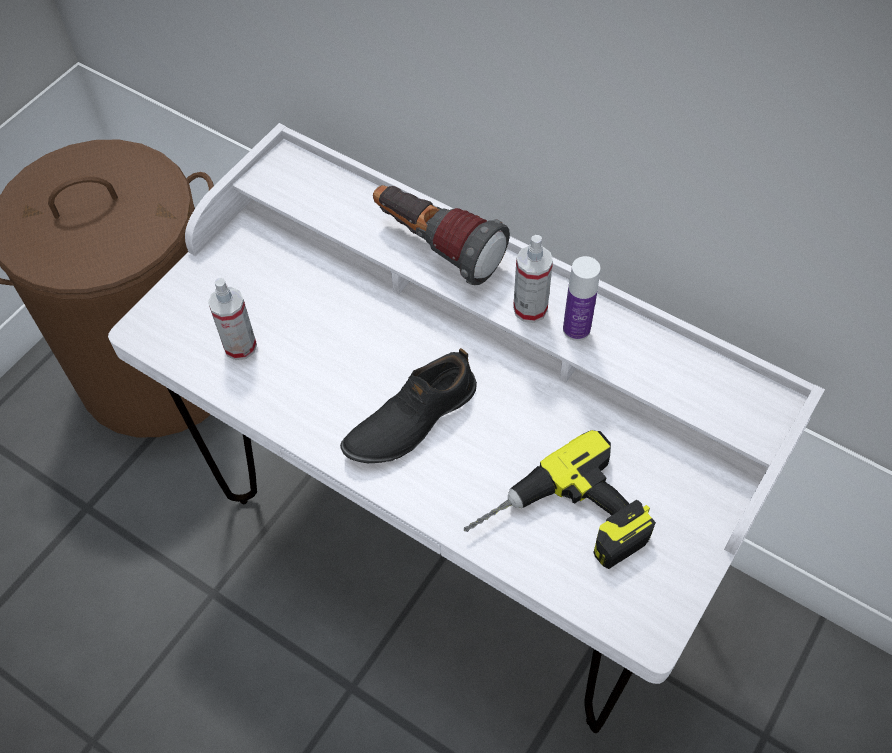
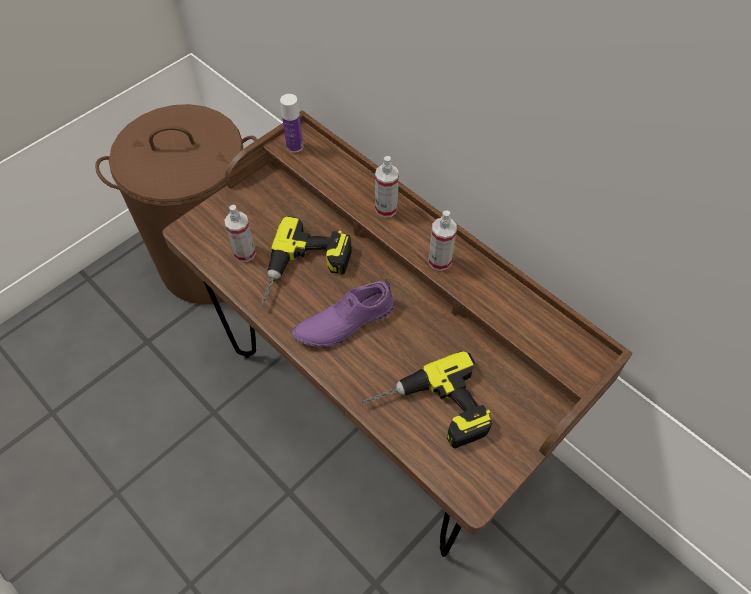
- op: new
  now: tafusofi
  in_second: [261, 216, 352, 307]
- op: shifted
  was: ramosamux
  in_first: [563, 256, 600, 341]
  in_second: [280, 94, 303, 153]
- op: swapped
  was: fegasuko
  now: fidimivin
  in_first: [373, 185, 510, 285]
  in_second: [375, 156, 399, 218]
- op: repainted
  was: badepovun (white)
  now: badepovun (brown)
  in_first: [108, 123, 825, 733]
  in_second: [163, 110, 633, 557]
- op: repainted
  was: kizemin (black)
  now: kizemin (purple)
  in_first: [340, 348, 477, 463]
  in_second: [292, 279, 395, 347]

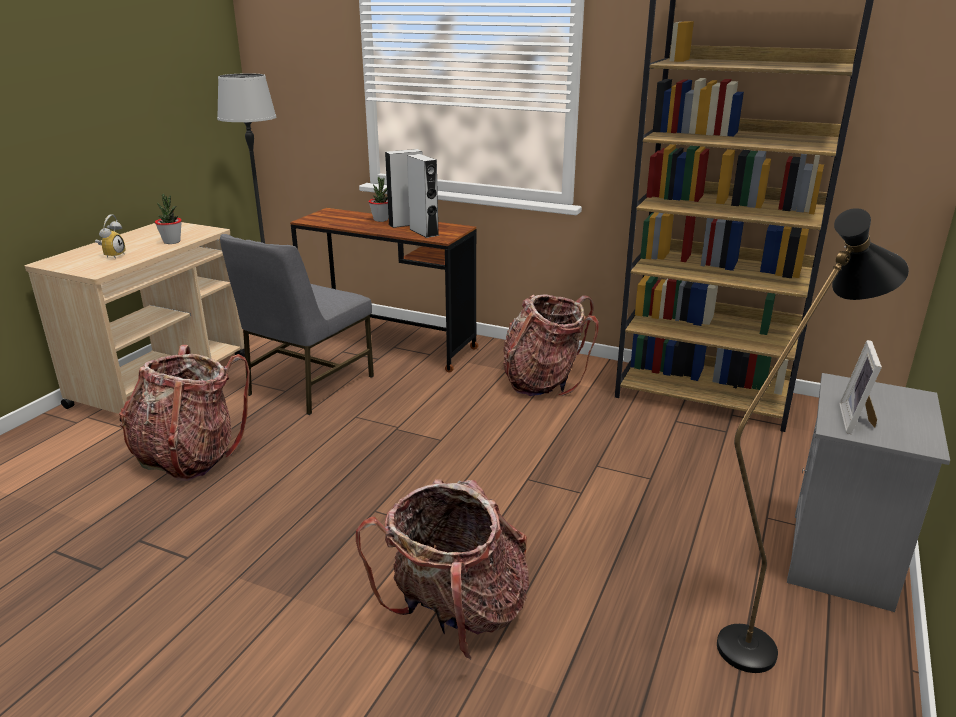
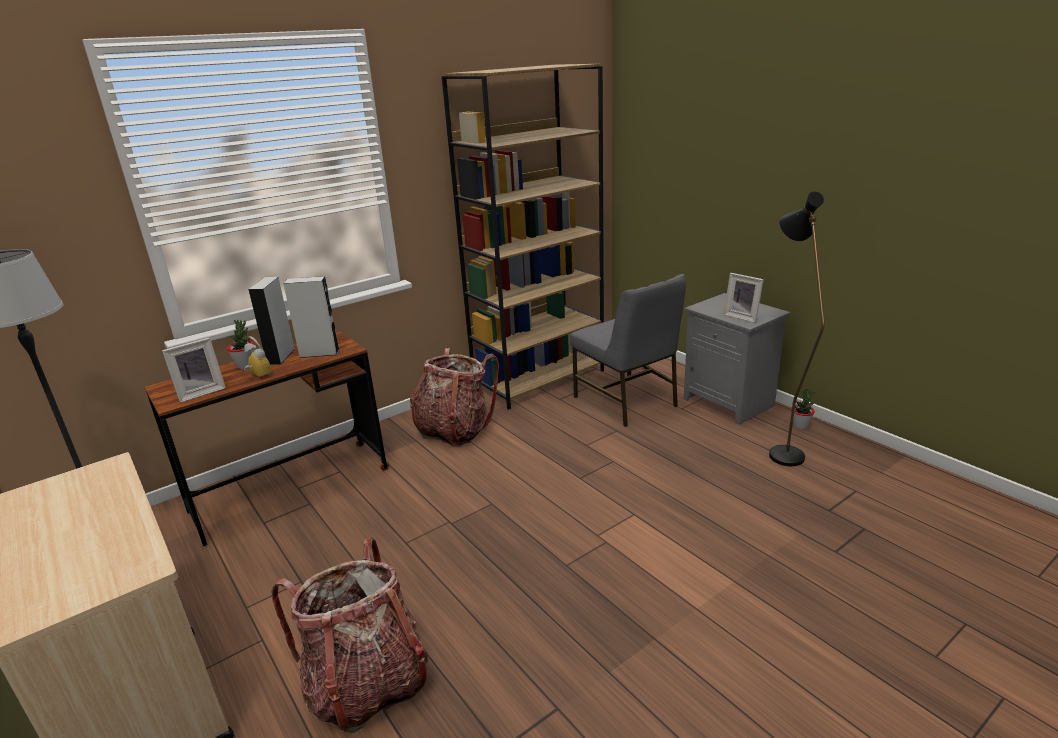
- op: gone
  was: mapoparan
  in_first: [356, 479, 529, 660]
- op: new
  now: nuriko
  in_second: [162, 337, 226, 403]
- op: shifted
  was: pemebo
  in_first: [95, 214, 126, 259]
  in_second: [243, 336, 271, 379]
- op: shifted
  was: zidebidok
  in_first: [155, 194, 182, 244]
  in_second: [791, 388, 817, 429]
- op: shifted
  was: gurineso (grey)
  in_first: [220, 234, 374, 415]
  in_second: [570, 274, 686, 427]

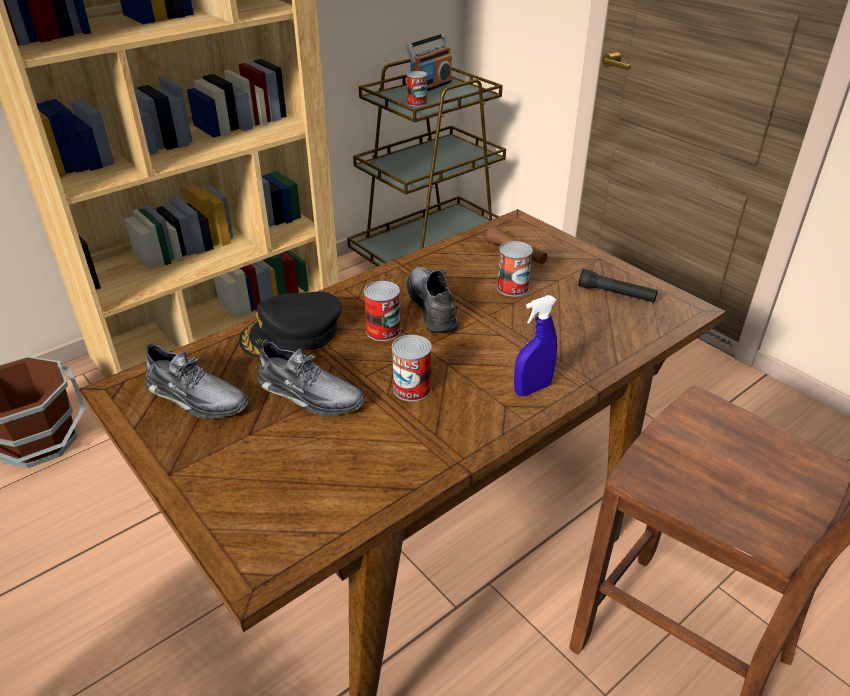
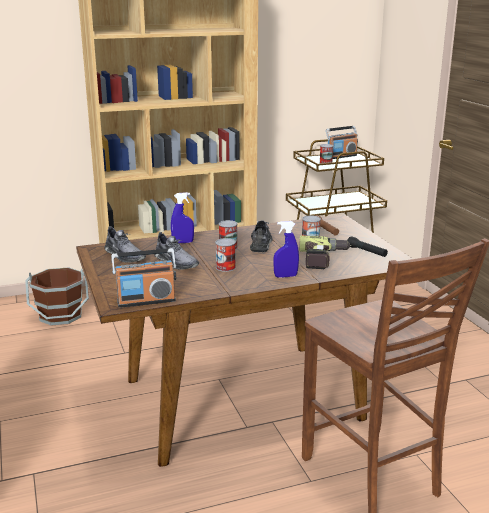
- op: new
  now: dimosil
  in_second: [111, 248, 176, 308]
- op: new
  now: tafusofi
  in_second: [299, 235, 351, 269]
- op: swapped
  was: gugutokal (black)
  now: fidimivin (blue)
  in_first: [239, 292, 342, 358]
  in_second: [171, 192, 194, 243]

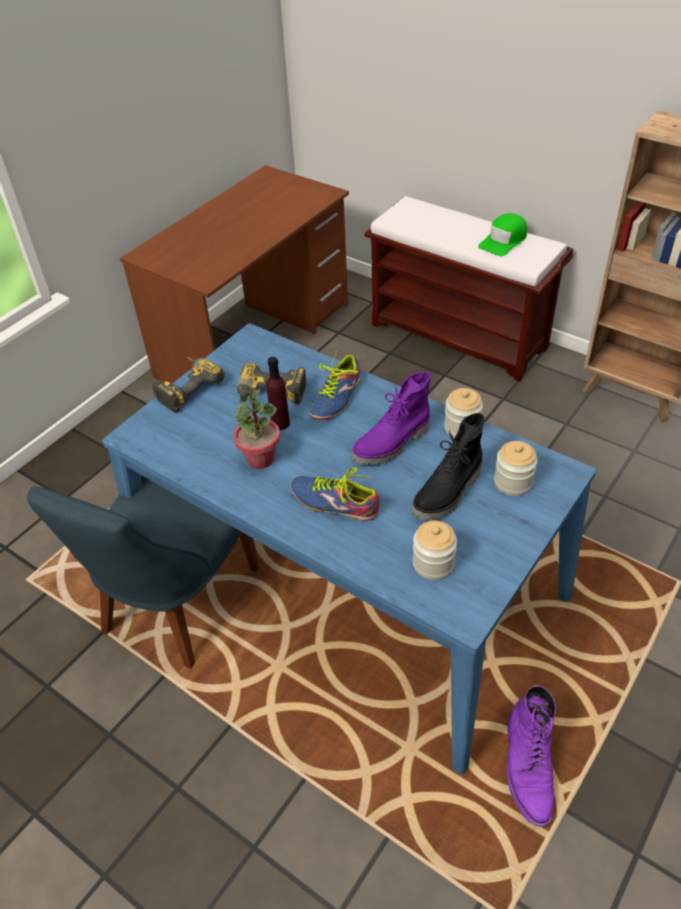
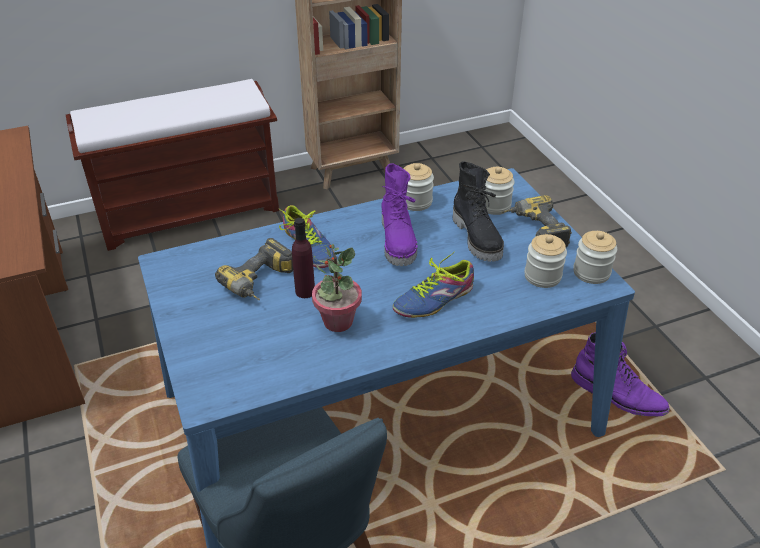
- op: gone
  was: gugutokal (green)
  in_first: [478, 213, 527, 256]
- op: new
  now: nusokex
  in_second: [573, 231, 617, 284]
- op: shifted
  was: tafusofi
  in_first: [152, 357, 225, 413]
  in_second: [501, 195, 572, 248]

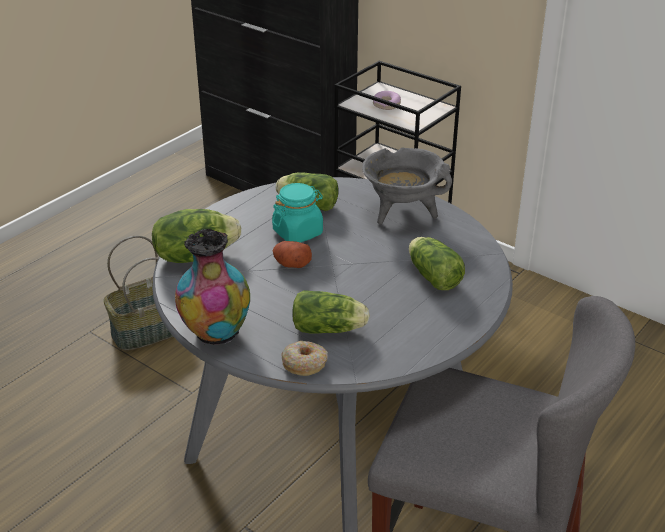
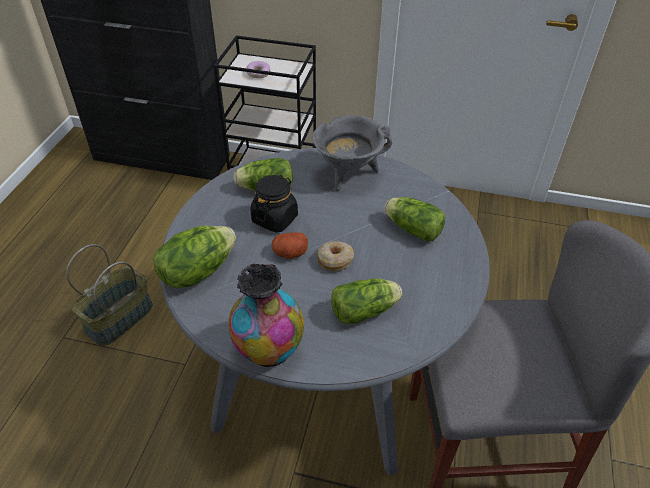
- op: shifted
  was: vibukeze
  in_first: [282, 341, 328, 376]
  in_second: [317, 241, 354, 271]
- op: repainted
  was: nusokex (turquoise)
  now: nusokex (black)
  in_first: [272, 183, 323, 242]
  in_second: [250, 175, 298, 232]

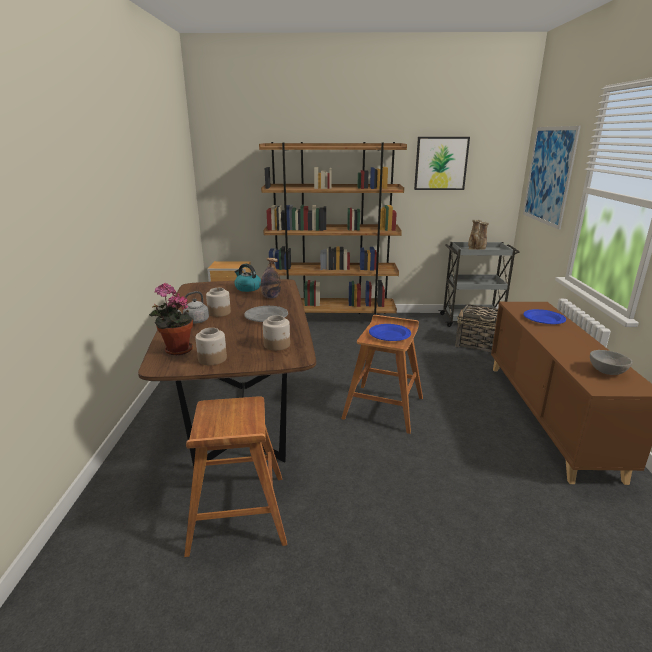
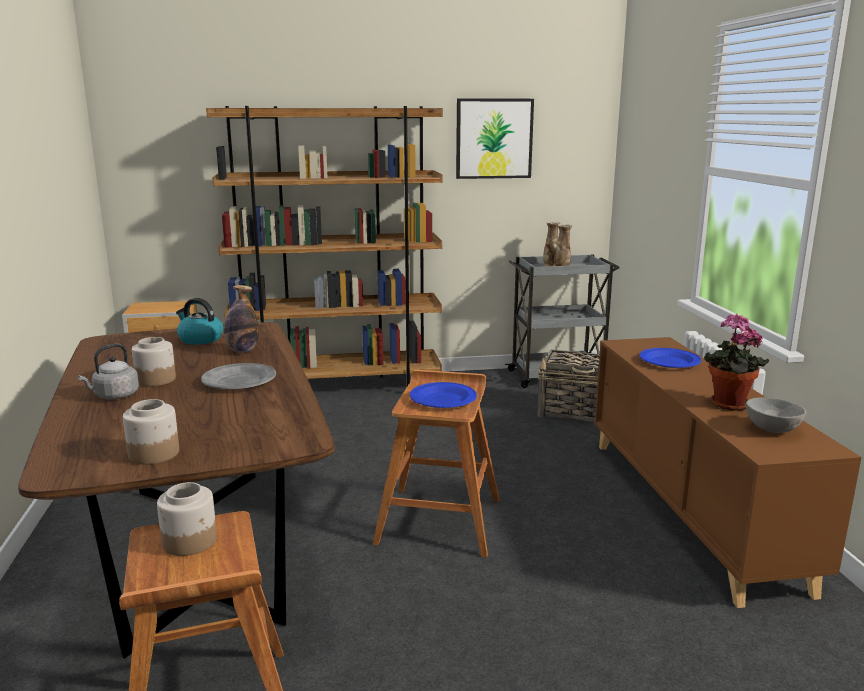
- op: gone
  was: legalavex
  in_first: [523, 126, 581, 230]
- op: shifted
  was: zidebidok
  in_first: [149, 283, 193, 355]
  in_second: [704, 314, 769, 411]
- op: shifted
  was: nusokex
  in_first: [263, 315, 290, 351]
  in_second: [157, 482, 217, 556]

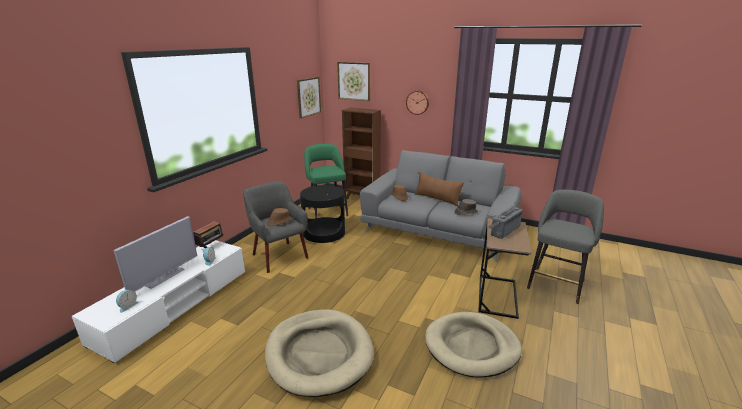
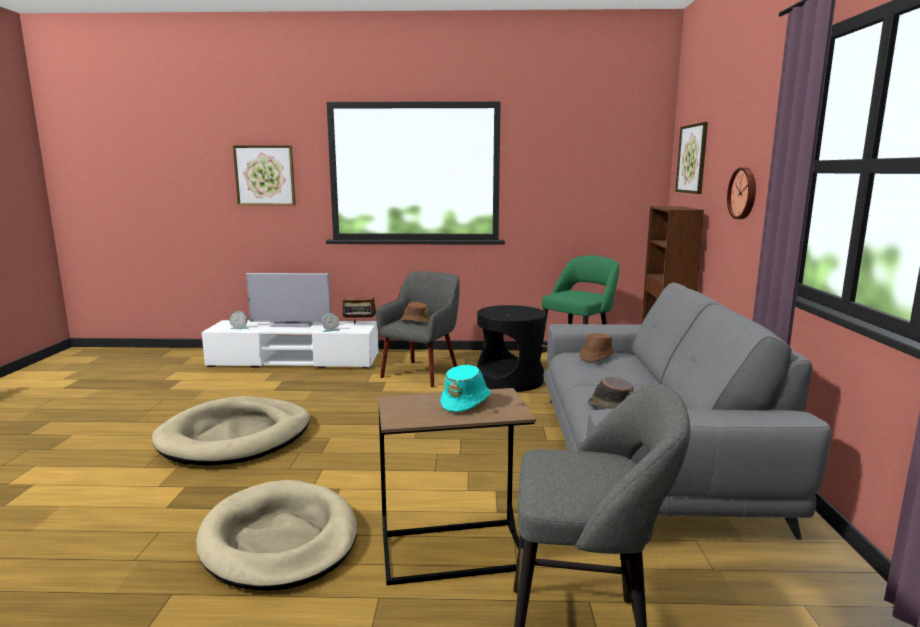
- op: gone
  was: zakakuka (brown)
  in_first: [415, 172, 464, 207]
- op: shifted
  was: legalavex
  in_first: [297, 77, 321, 119]
  in_second: [233, 146, 295, 205]
- op: swapped
  was: dimosil
  now: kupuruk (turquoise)
  in_first: [488, 206, 523, 239]
  in_second: [440, 365, 491, 412]

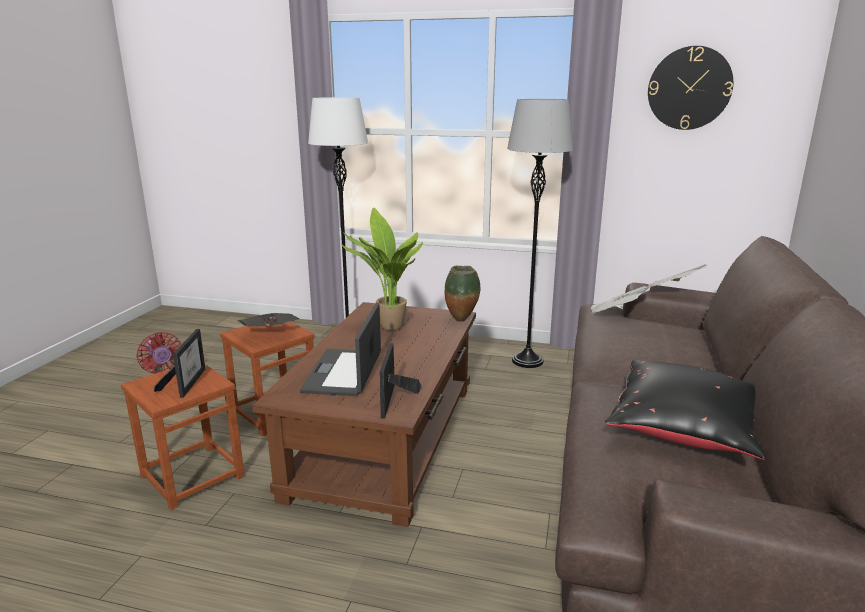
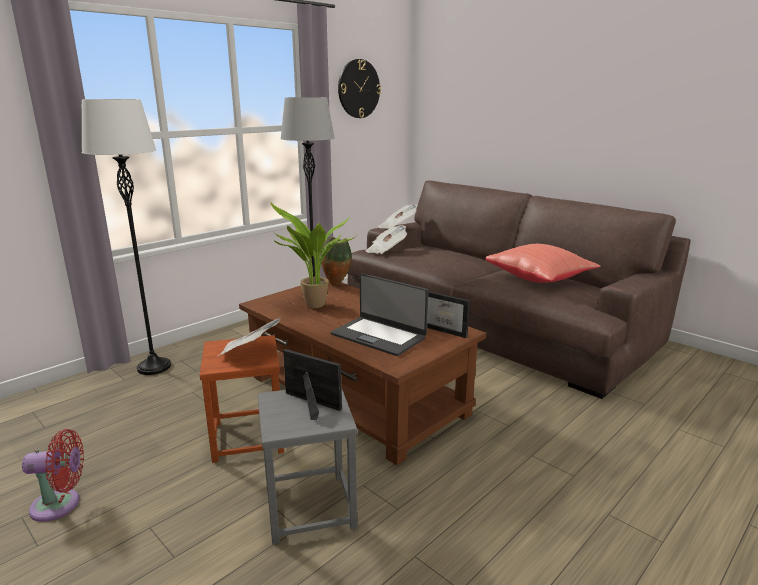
- op: repainted
  was: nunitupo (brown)
  now: nunitupo (grey)
  in_first: [121, 364, 244, 510]
  in_second: [257, 387, 358, 544]
- op: repainted
  was: zakakuka (black)
  now: zakakuka (red)
  in_first: [605, 360, 766, 460]
  in_second: [485, 244, 601, 283]

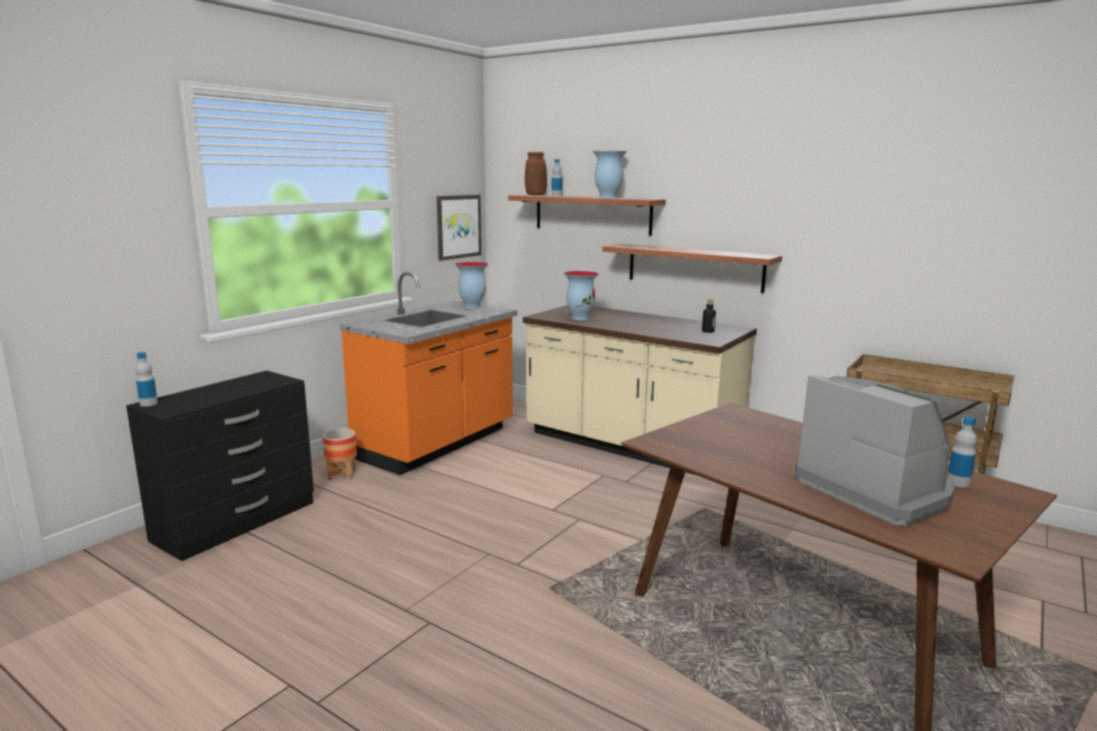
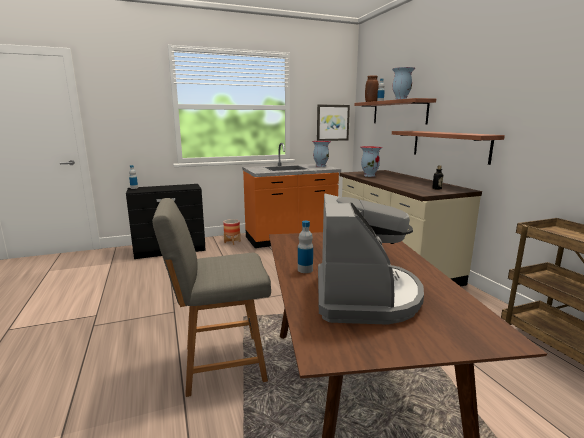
- op: new
  now: gurineso (grey)
  in_second: [152, 198, 271, 397]
- op: shifted
  was: ramosamux
  in_first: [947, 417, 977, 487]
  in_second: [298, 221, 313, 273]

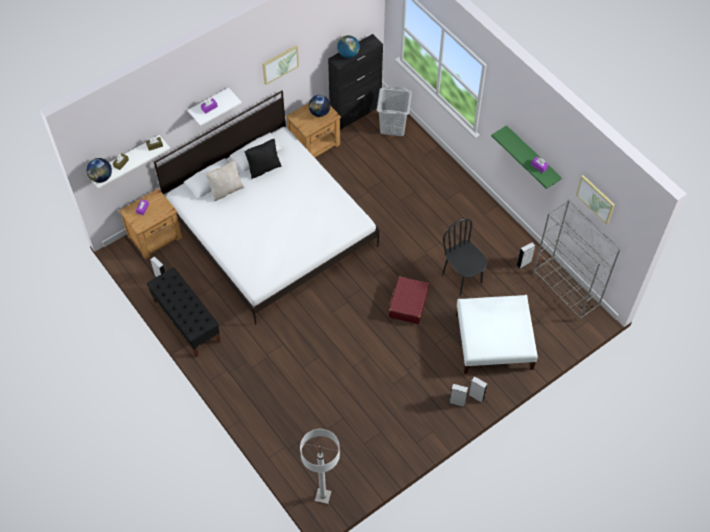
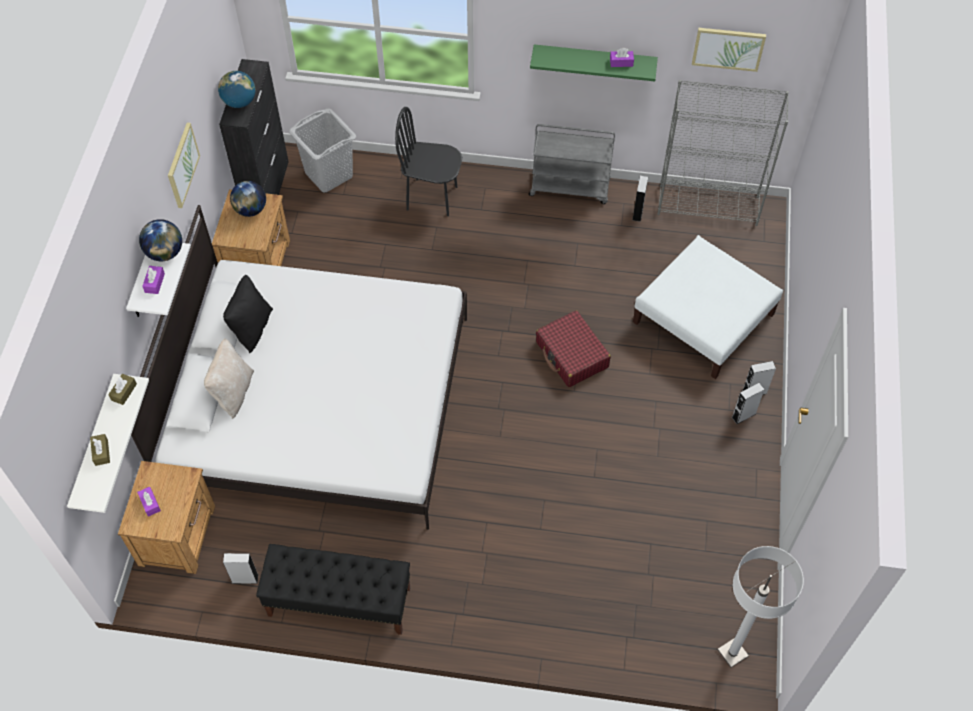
- op: new
  now: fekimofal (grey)
  in_second: [529, 124, 615, 204]
- op: shifted
  was: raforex
  in_first: [87, 158, 112, 183]
  in_second: [139, 219, 182, 261]
- op: shifted
  was: gurineso (black)
  in_first: [442, 218, 487, 296]
  in_second: [395, 107, 462, 216]

